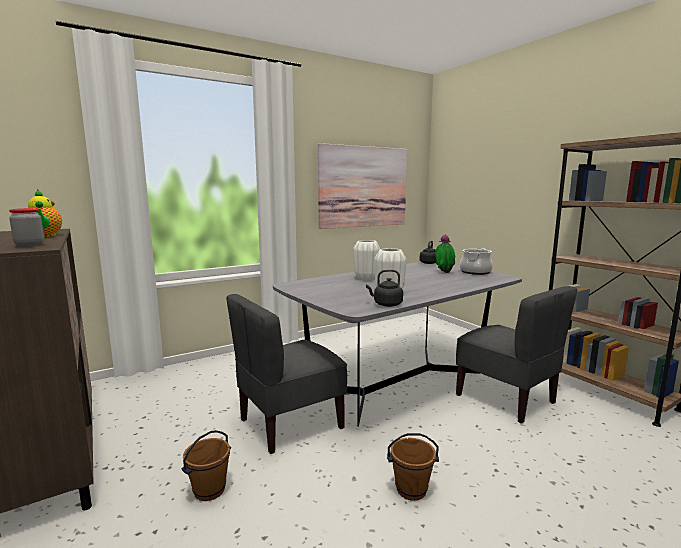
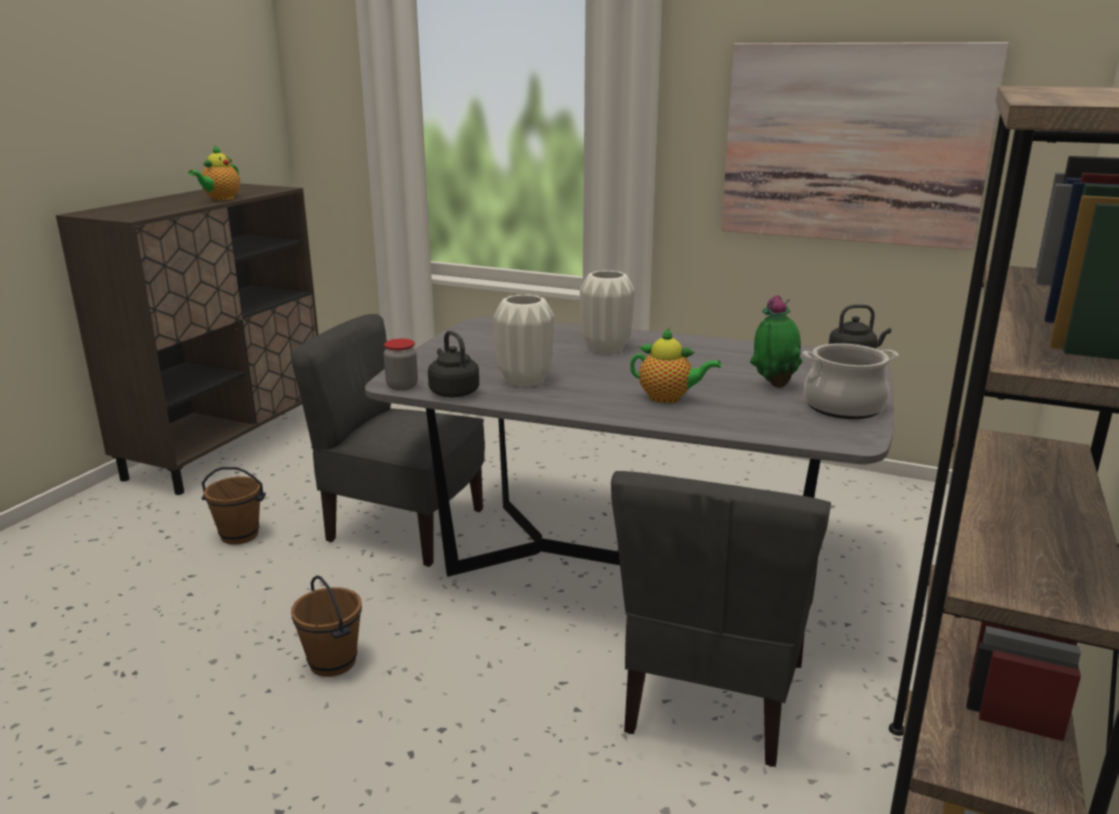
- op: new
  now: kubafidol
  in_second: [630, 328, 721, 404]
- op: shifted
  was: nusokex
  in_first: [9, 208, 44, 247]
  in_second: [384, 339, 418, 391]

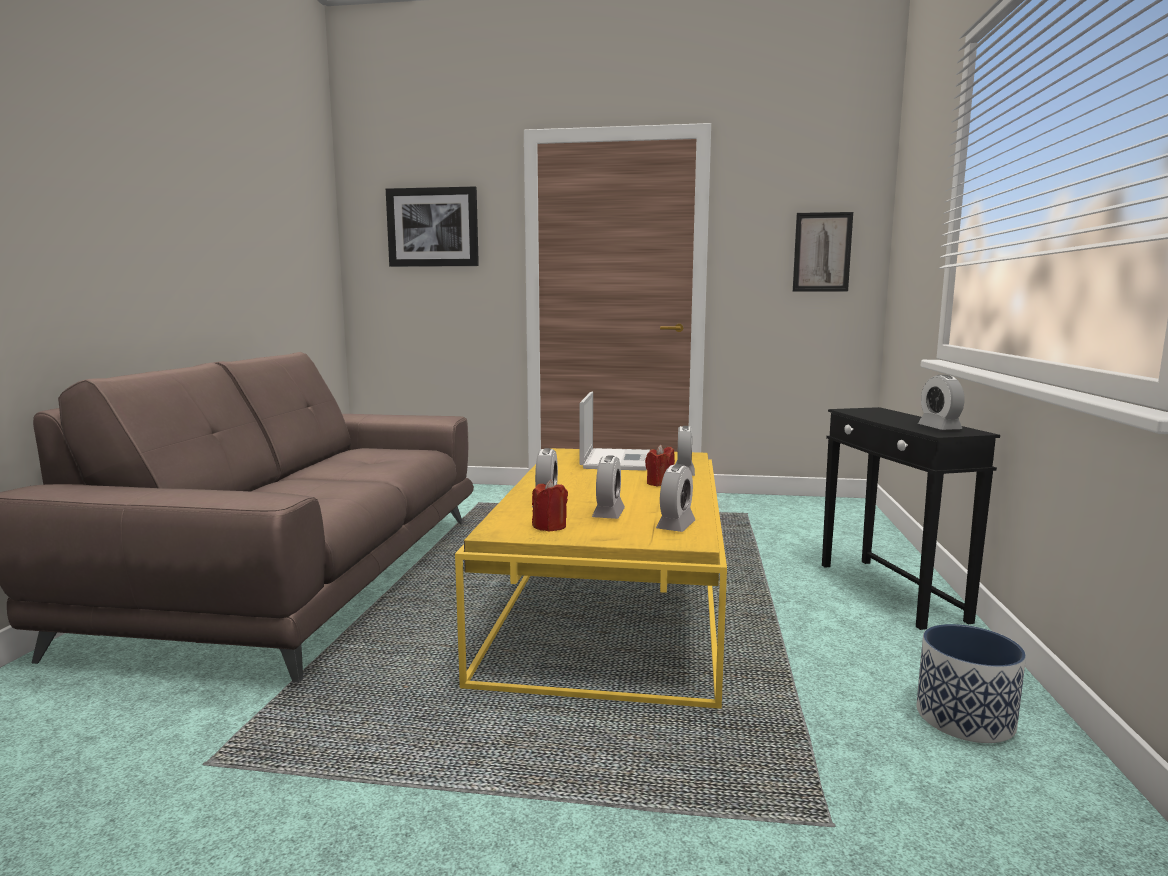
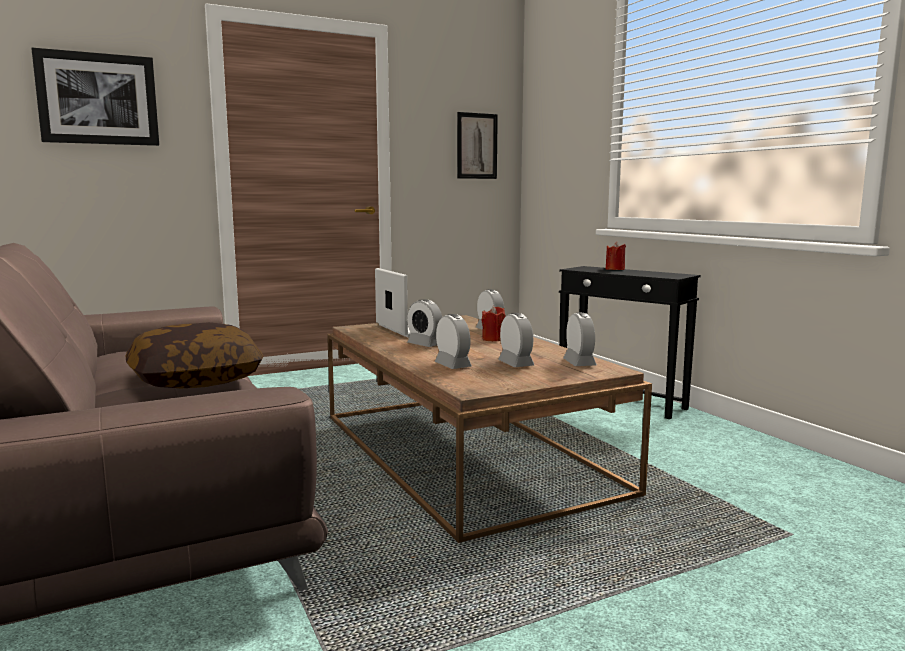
- op: gone
  was: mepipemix
  in_first: [916, 624, 1026, 743]
- op: new
  now: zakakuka
  in_second: [126, 322, 263, 389]
- op: shifted
  was: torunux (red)
  in_first: [532, 479, 568, 532]
  in_second: [606, 242, 626, 270]
- op: shifted
  was: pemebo
  in_first: [918, 375, 964, 430]
  in_second: [407, 299, 442, 347]
- op: repainted
  was: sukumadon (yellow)
  now: sukumadon (brown)
  in_first: [455, 448, 727, 709]
  in_second: [327, 315, 652, 543]

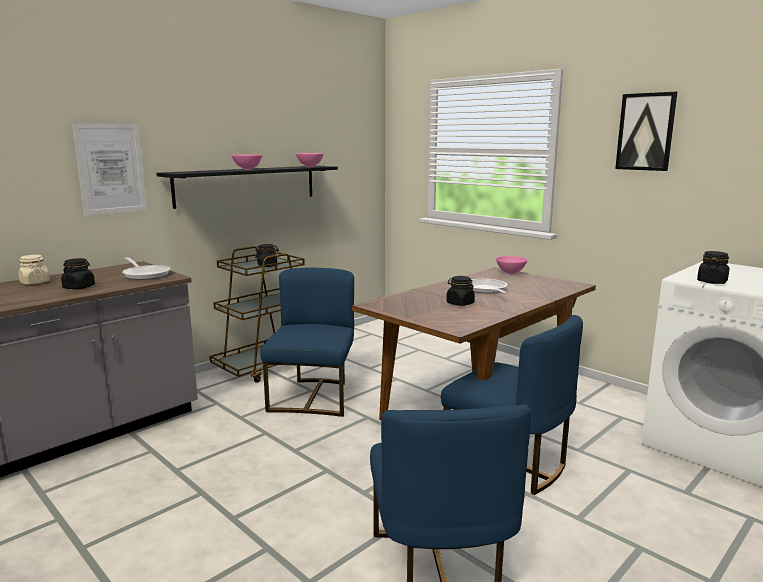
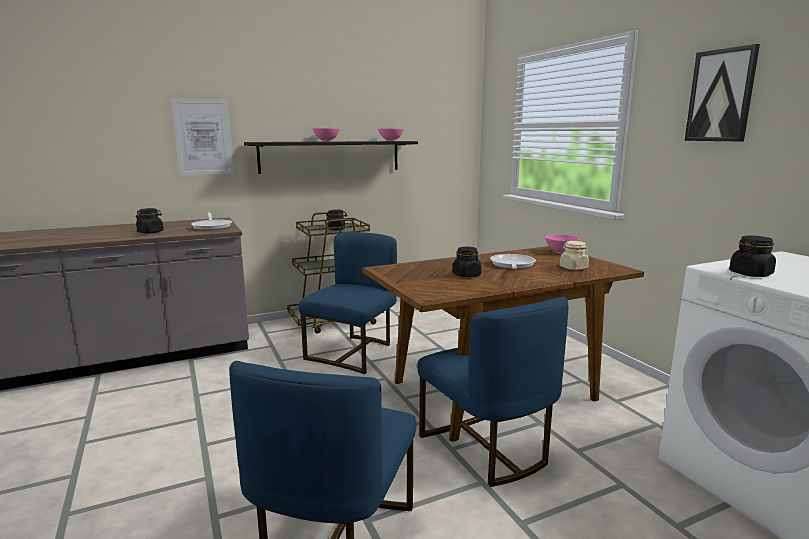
- op: shifted
  was: nusokex (beige)
  in_first: [18, 255, 50, 285]
  in_second: [560, 241, 589, 270]

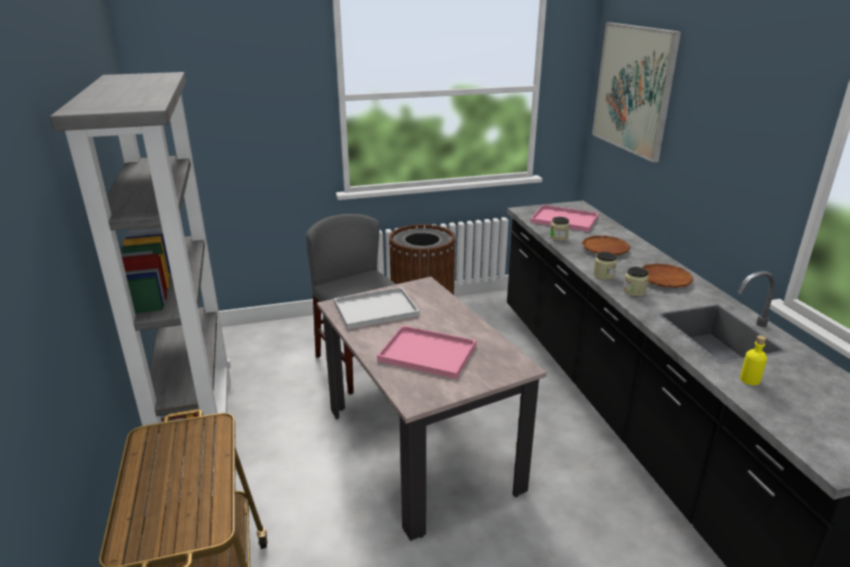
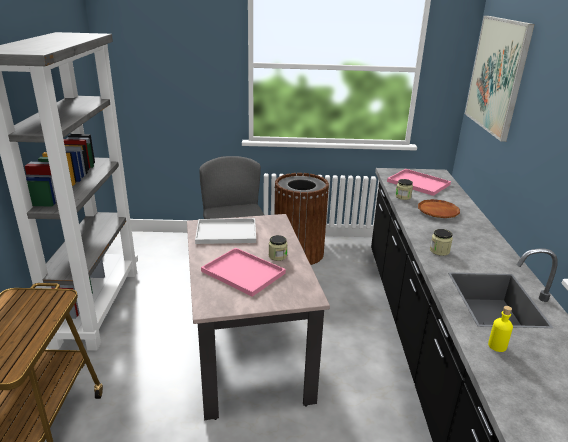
- op: gone
  was: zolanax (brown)
  in_first: [642, 263, 694, 288]
- op: shifted
  was: nusokex
  in_first: [593, 252, 617, 280]
  in_second: [269, 235, 287, 261]

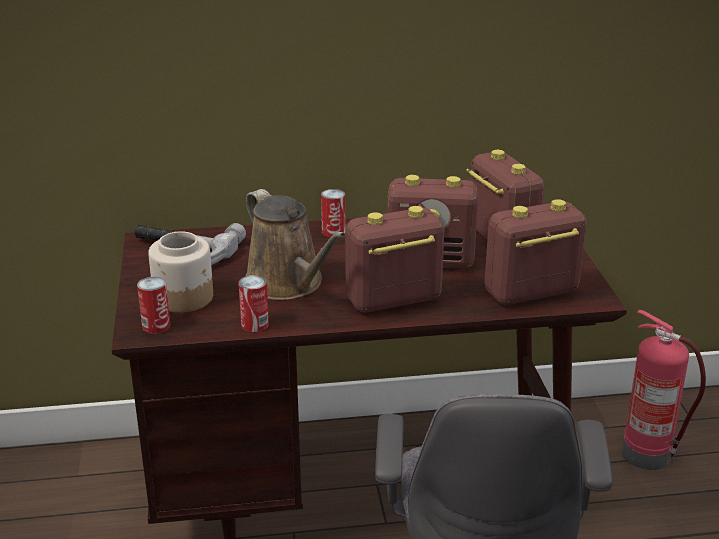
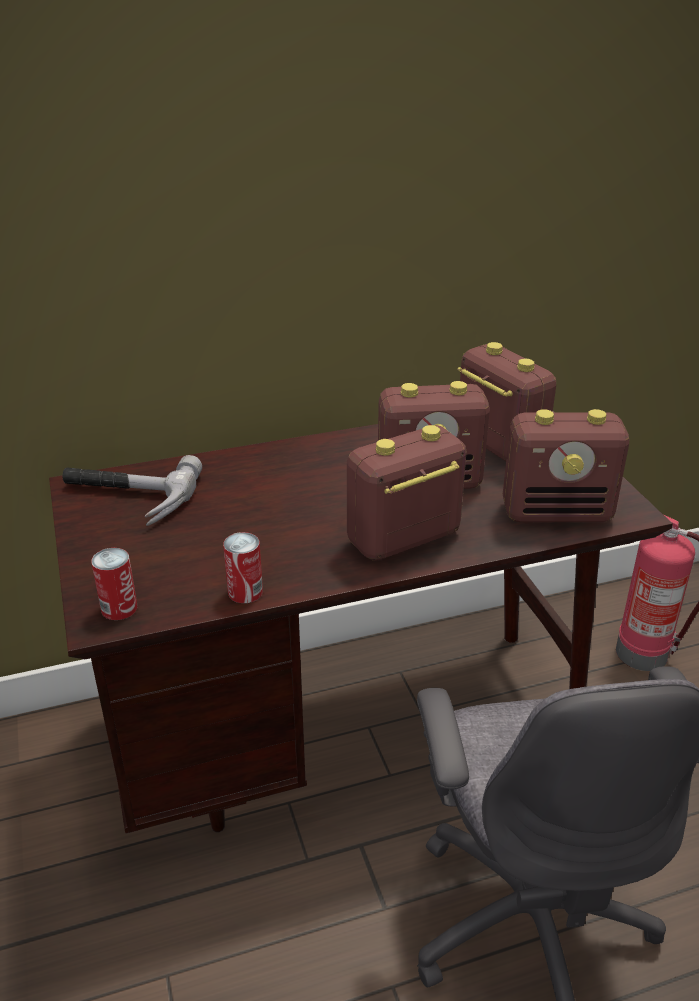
- op: gone
  was: nusokex
  in_first: [148, 231, 213, 313]
- op: gone
  was: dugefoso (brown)
  in_first: [245, 189, 345, 300]
- op: gone
  was: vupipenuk
  in_first: [321, 189, 346, 237]
- op: rotated
  was: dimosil
  in_first: [485, 199, 587, 305]
  in_second: [503, 409, 629, 522]
  clockwise: -150

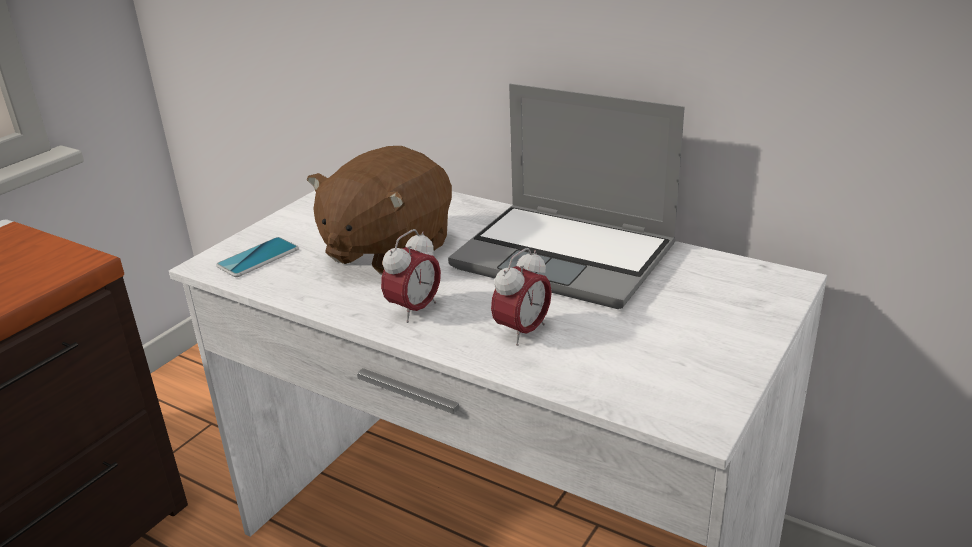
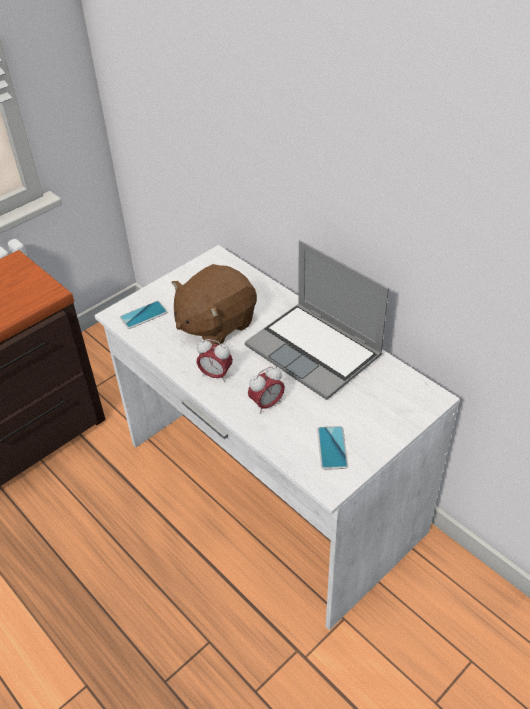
- op: new
  now: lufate
  in_second: [317, 426, 348, 470]
- op: rotated
  was: pemebo
  in_first: [381, 229, 441, 323]
  in_second: [196, 339, 233, 382]
  clockwise: 60

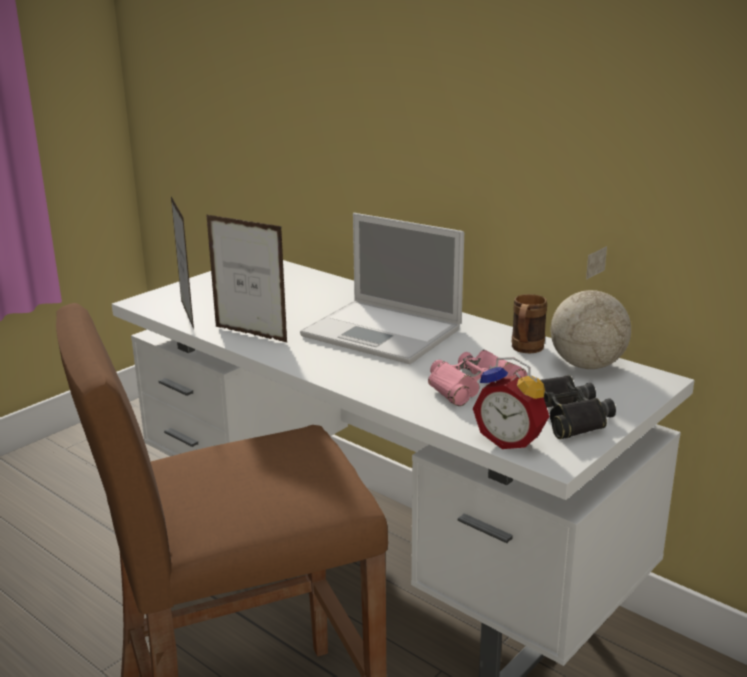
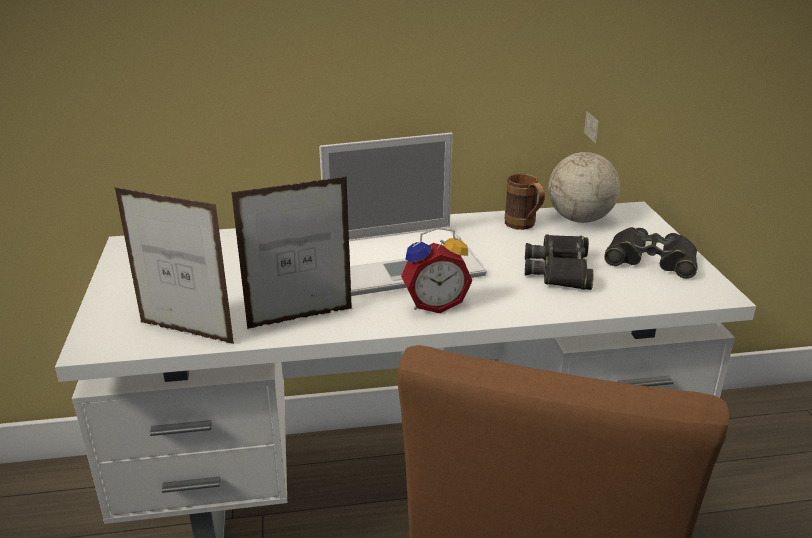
- op: shifted
  was: pemebo
  in_first: [473, 357, 550, 450]
  in_second: [401, 227, 472, 313]
- op: repainted
  was: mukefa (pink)
  now: mukefa (black)
  in_first: [428, 350, 527, 406]
  in_second: [525, 234, 594, 290]

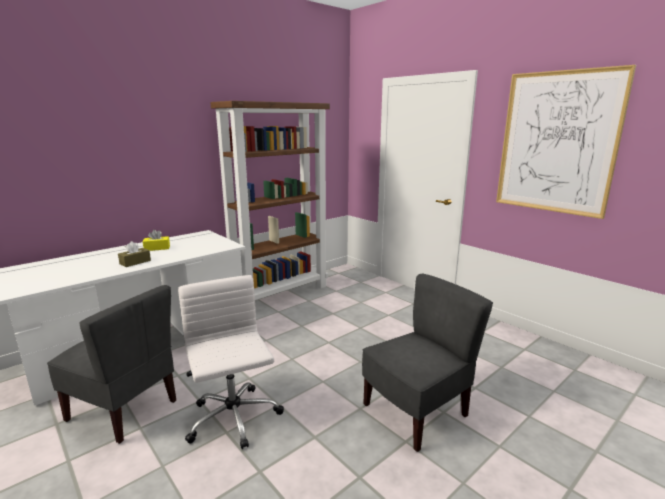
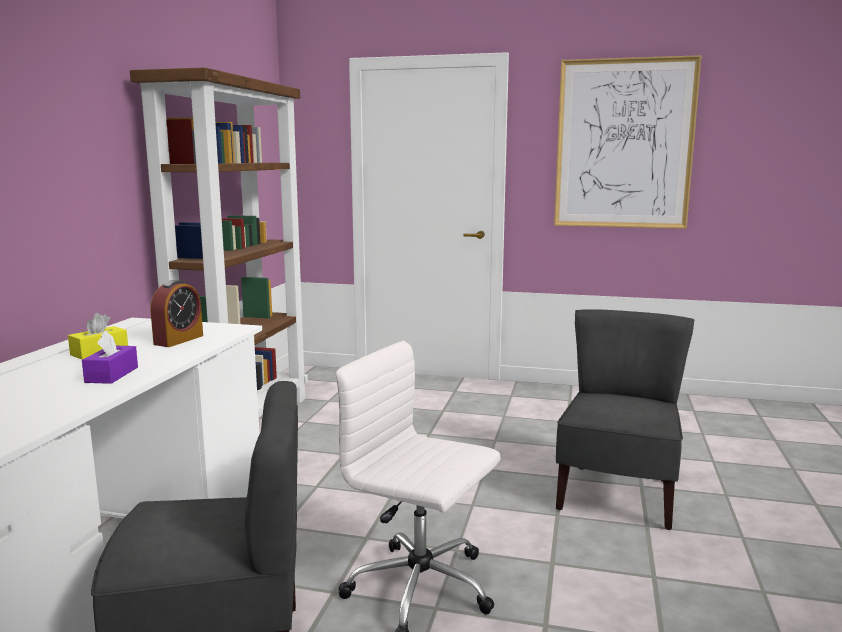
- op: new
  now: pemebo
  in_second: [151, 280, 203, 347]
- op: repainted
  was: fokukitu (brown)
  now: fokukitu (purple)
  in_first: [118, 241, 151, 267]
  in_second: [82, 331, 138, 384]

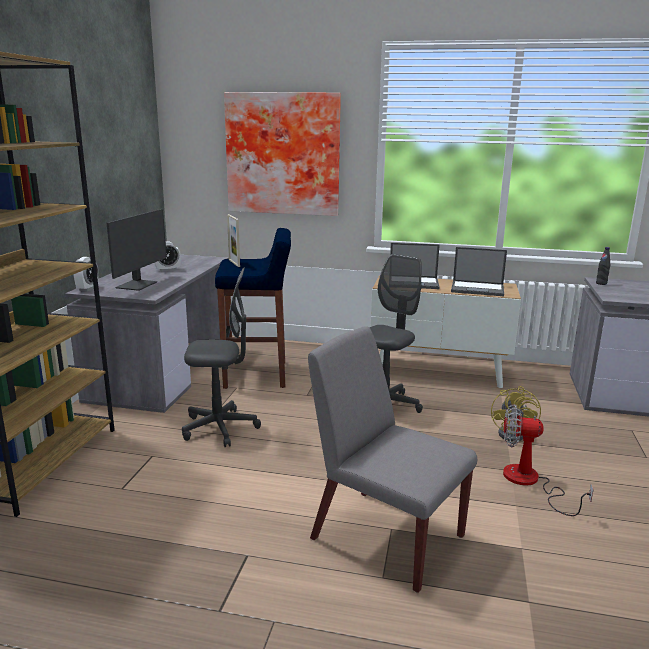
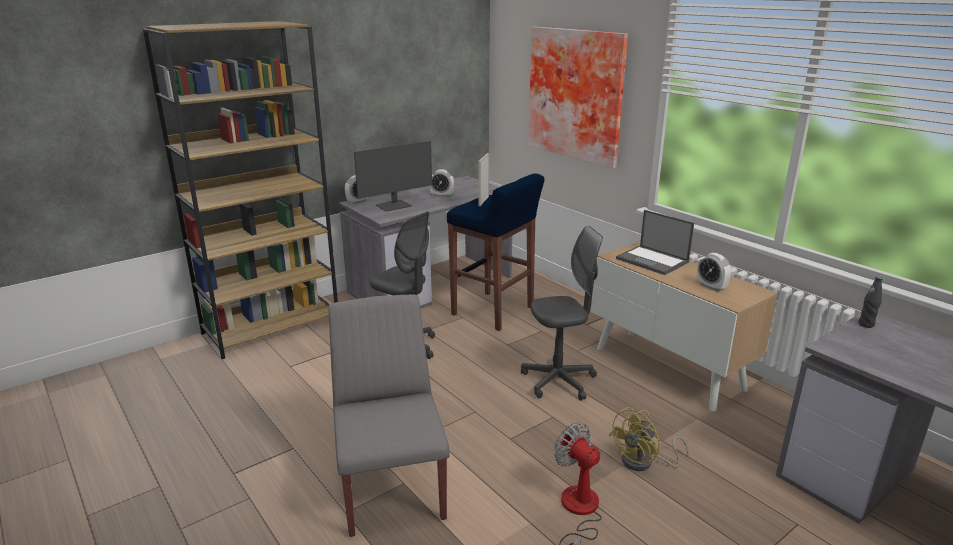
- op: swapped
  was: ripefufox
  now: pemebo
  in_first: [451, 247, 507, 296]
  in_second: [697, 253, 731, 291]

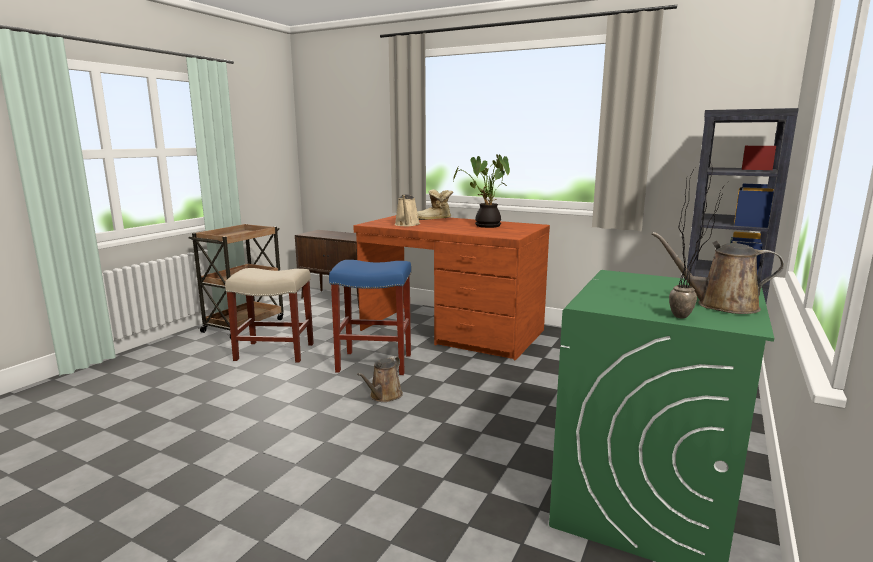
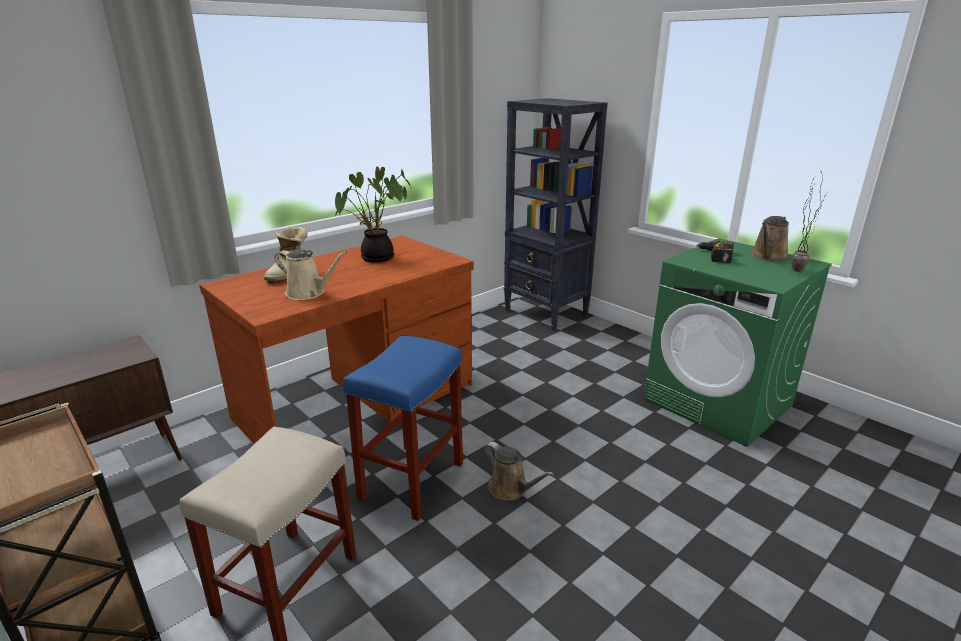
- op: new
  now: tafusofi
  in_second: [696, 241, 734, 263]

